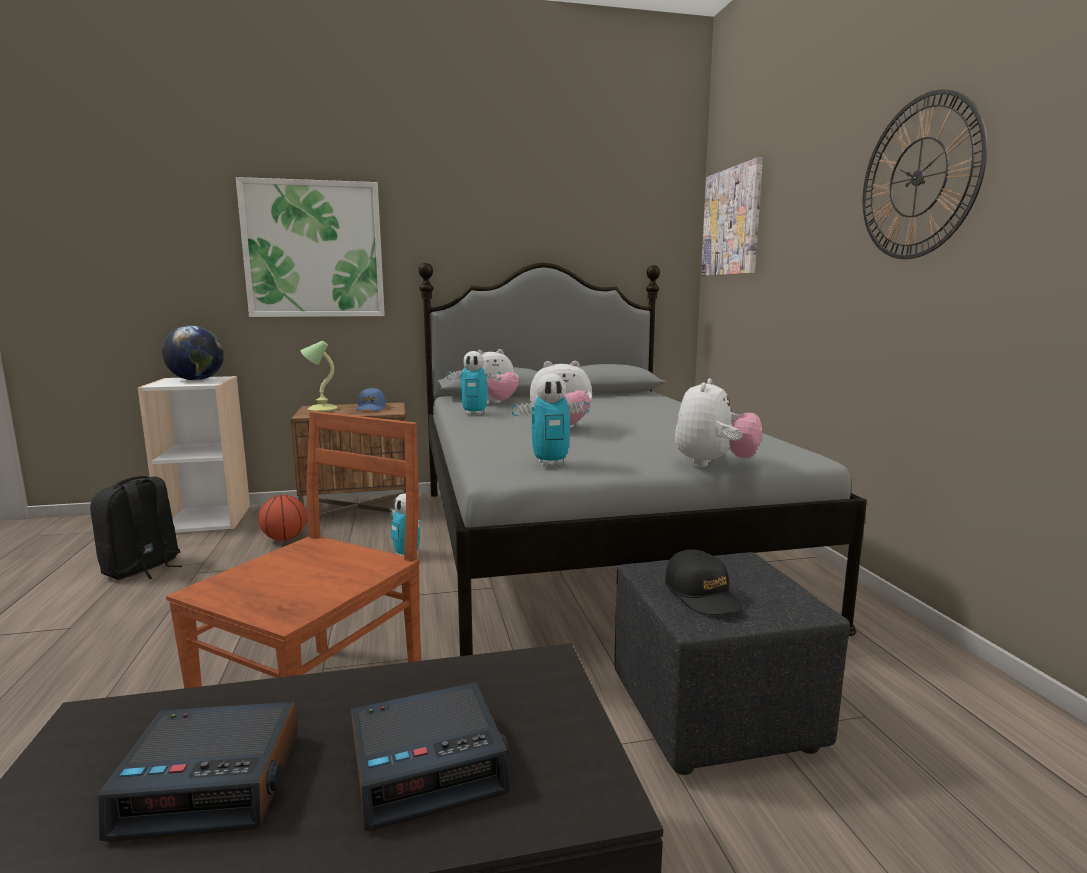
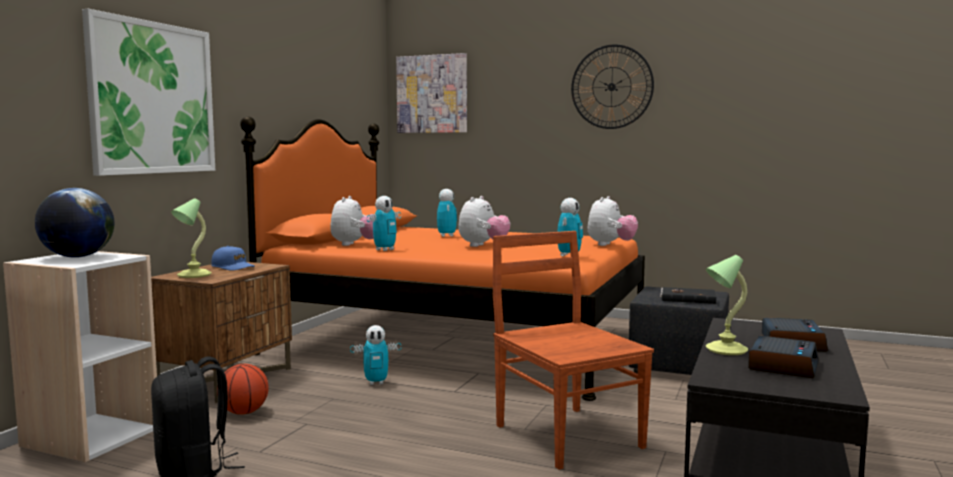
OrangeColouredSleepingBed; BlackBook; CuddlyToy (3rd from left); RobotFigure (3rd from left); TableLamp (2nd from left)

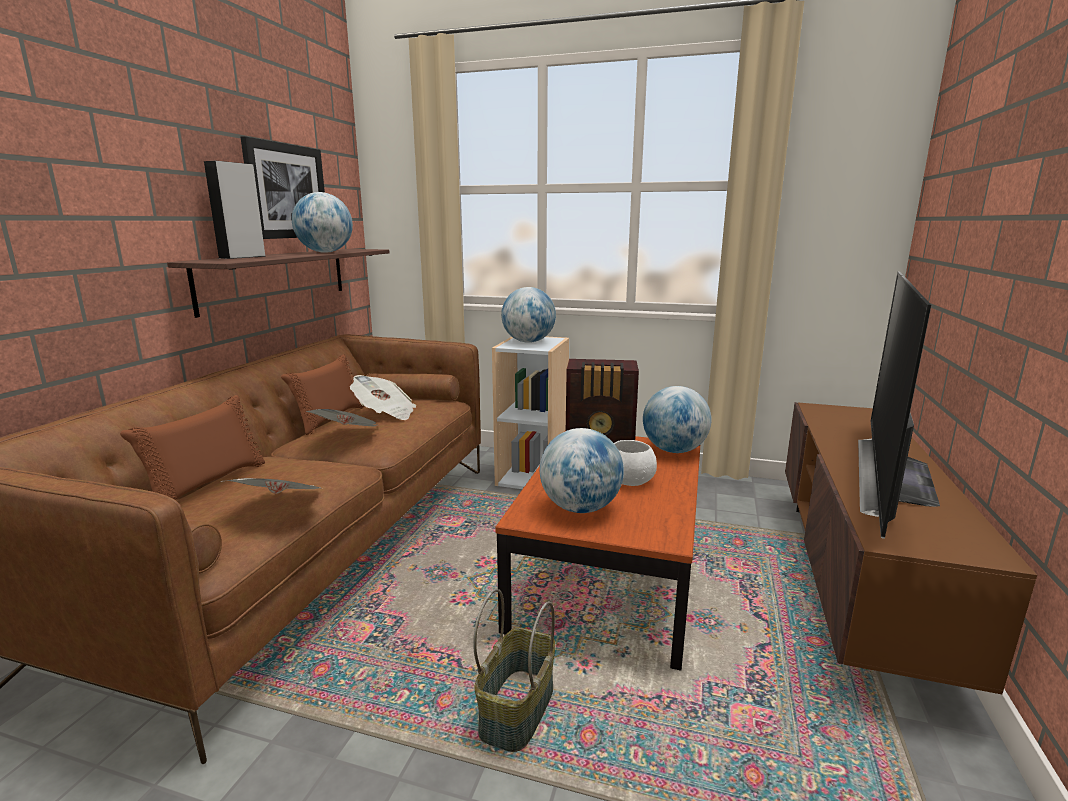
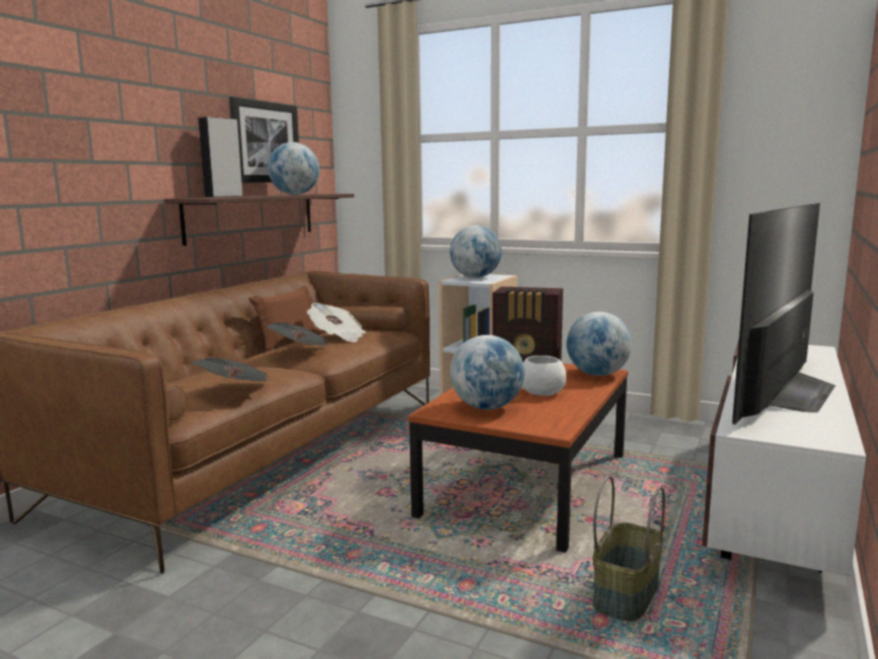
BrownishCushion (1st from left in the first image); HouseholdBasket; WhiteMediaConsole

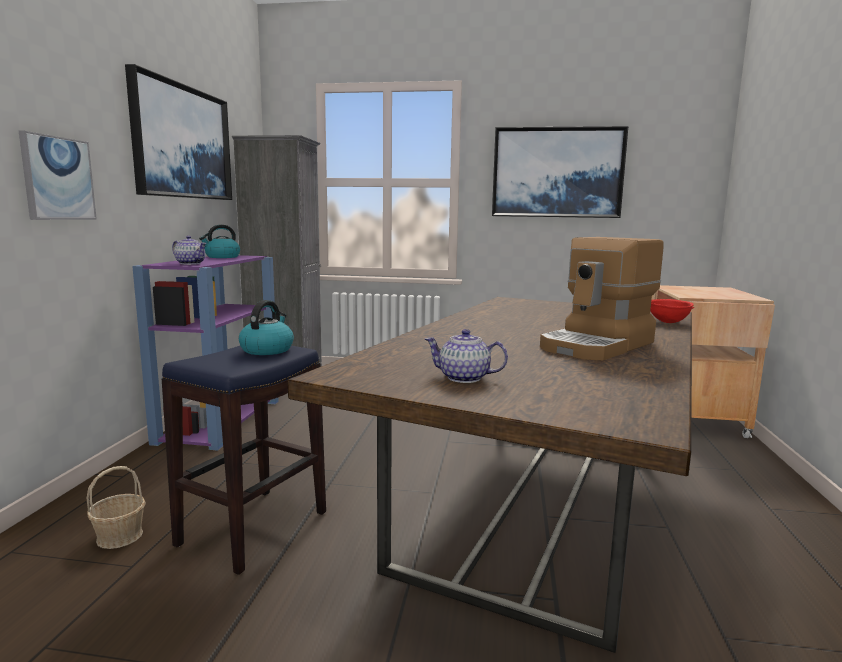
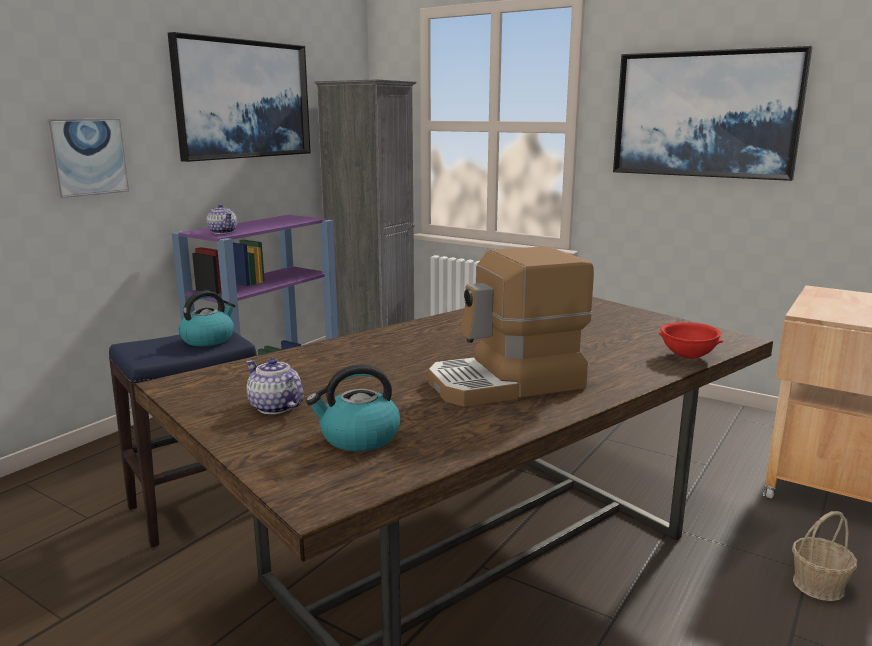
HouseholdBasket; TeaKettle (2nd from left)

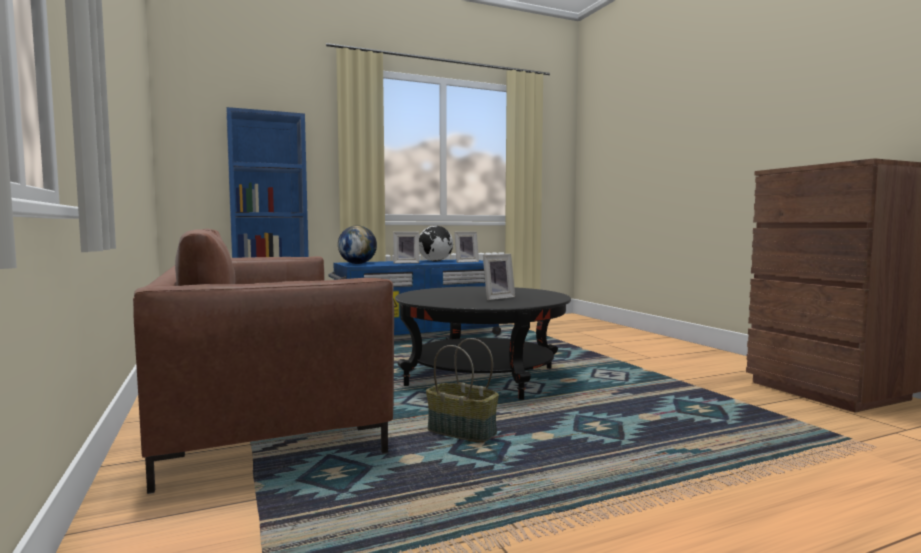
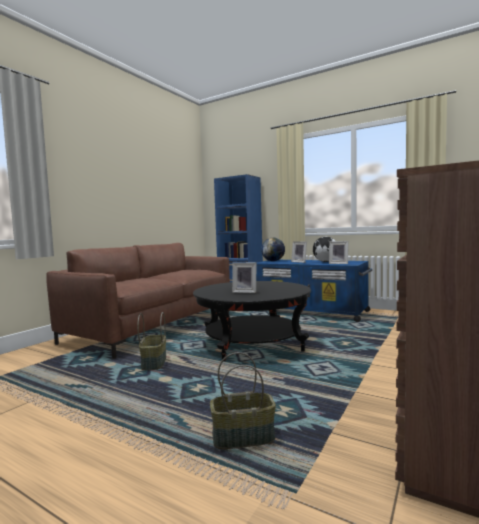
HouseholdBasket (2nd from left)

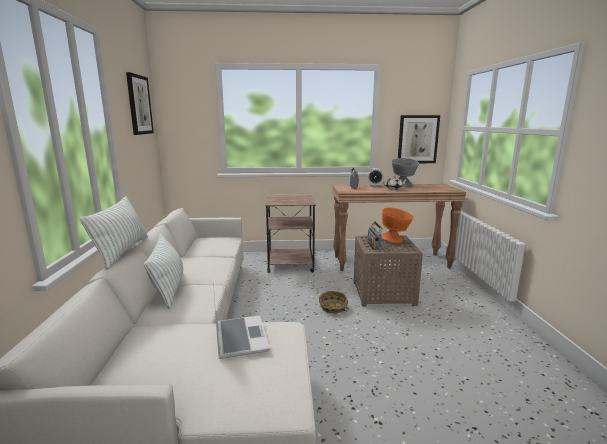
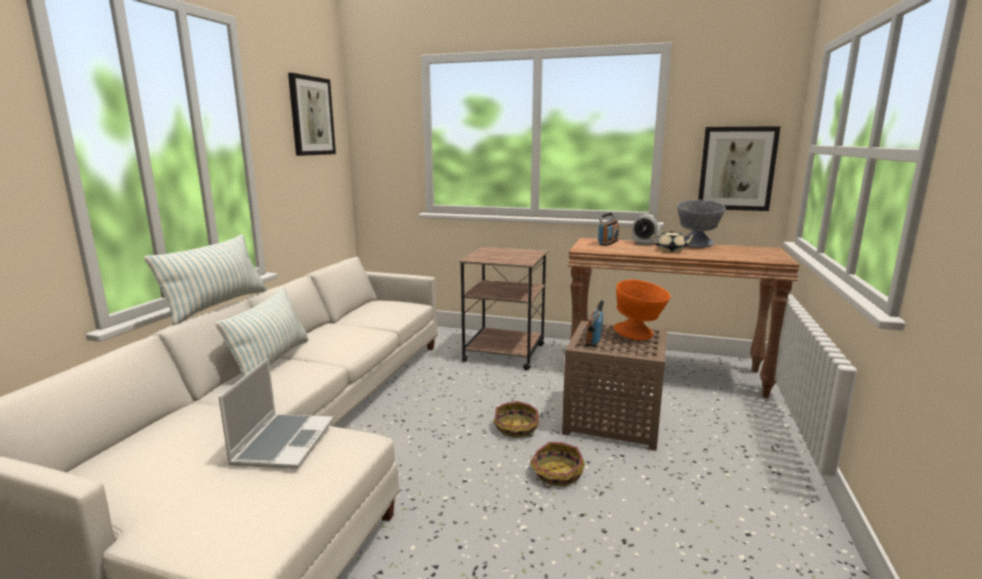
HouseholdBasket (2nd from left)

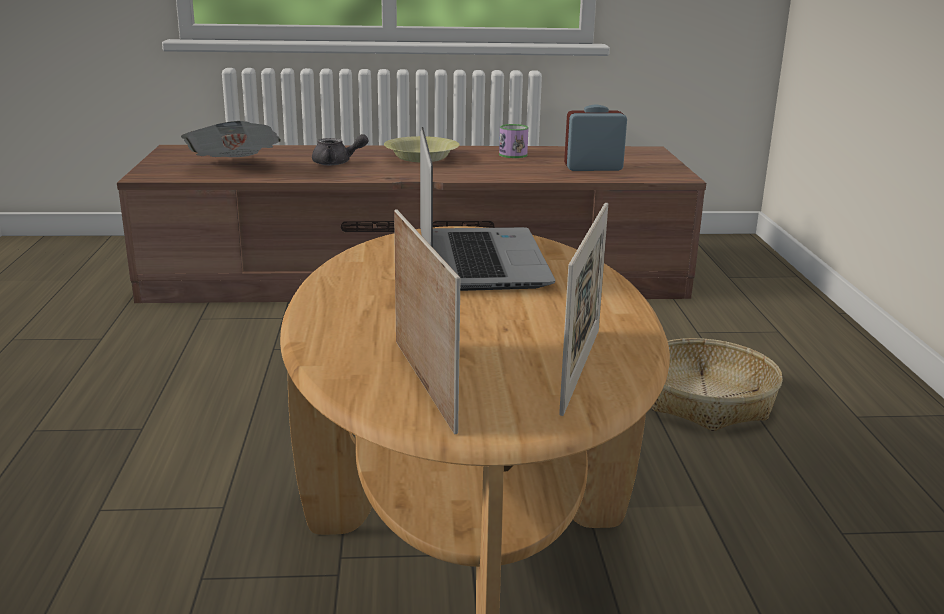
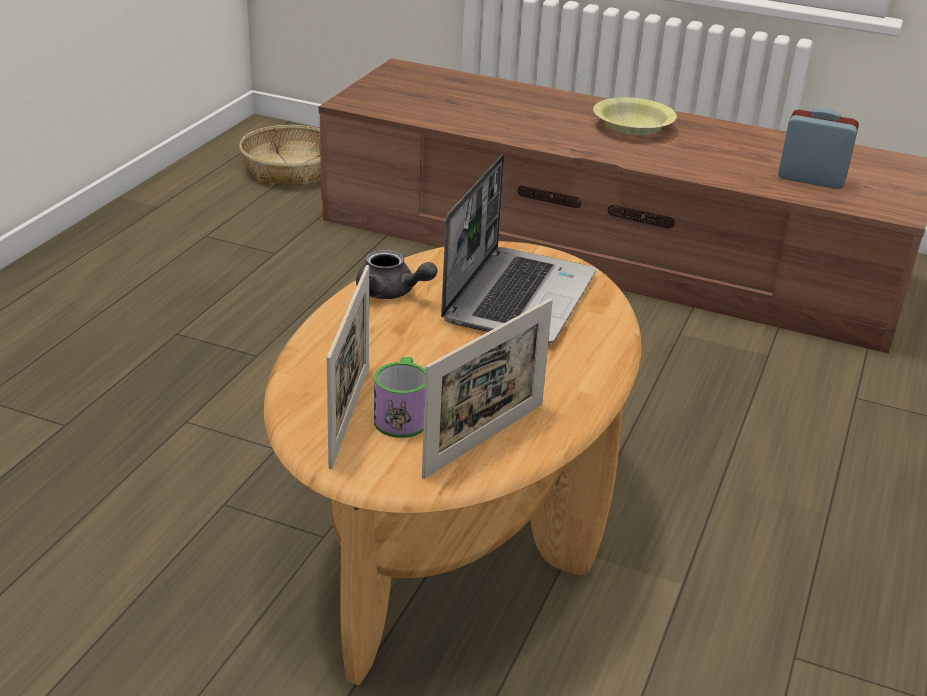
Newspaper; GrayTeaPot; Mug; HouseholdBasket

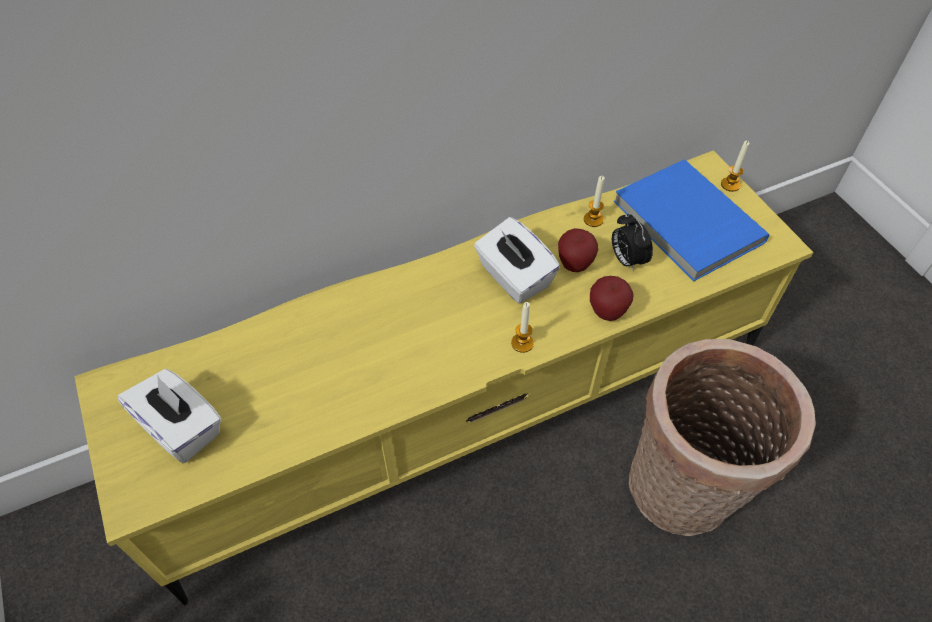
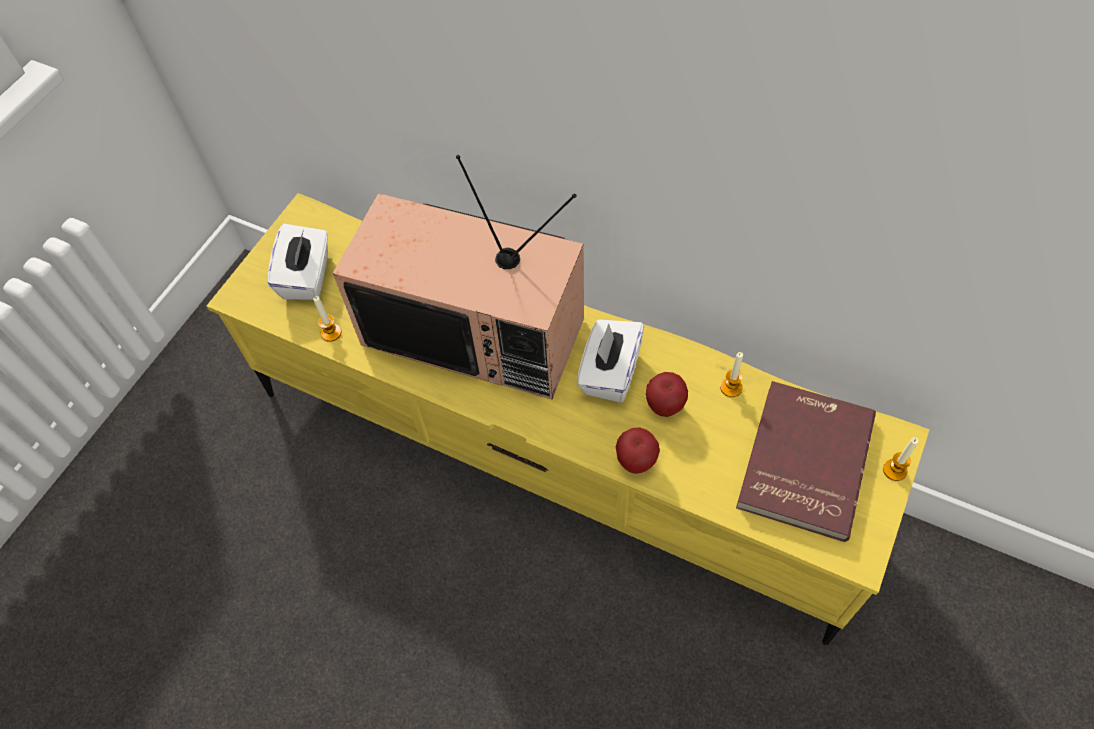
Candle (1st from left); TableClock; RedColouredBook; HouseholdBasket; TvSet

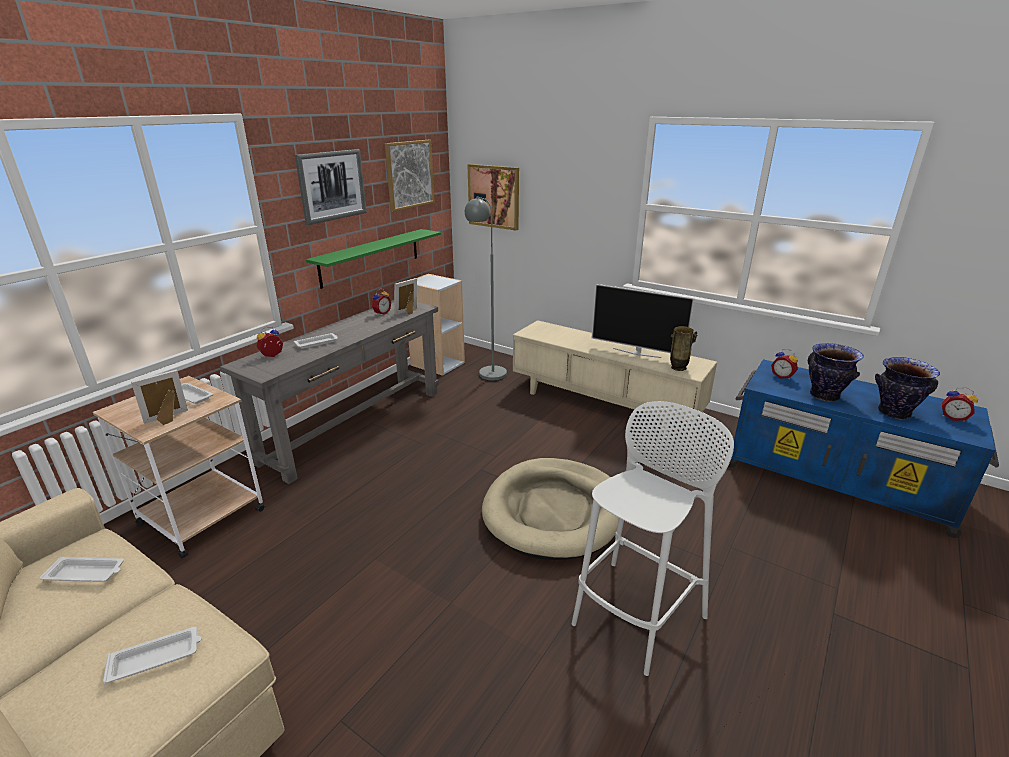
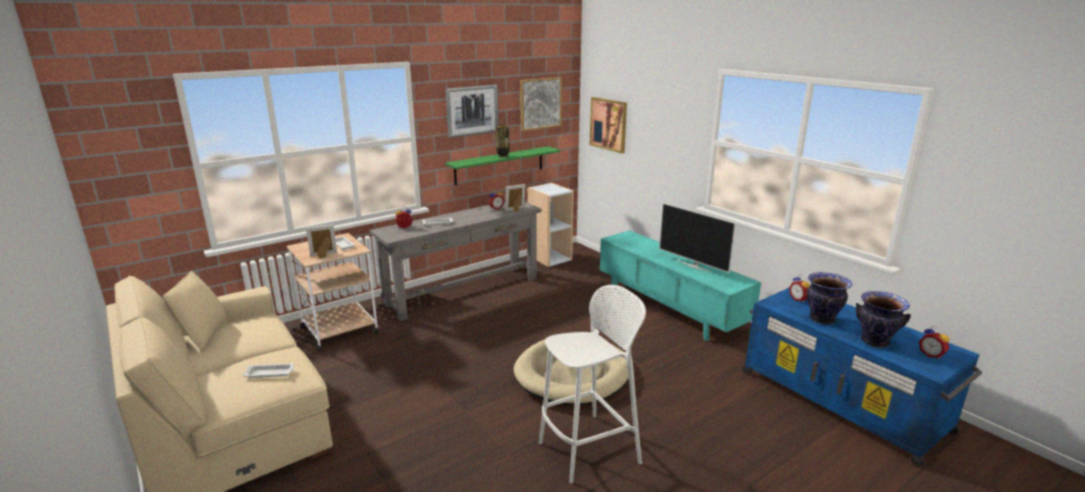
WhiteCarryingTray (1st from left in the first image); GrayStandingLamp; BlueGreenMediaConsole; FlowerVase (1st from left)

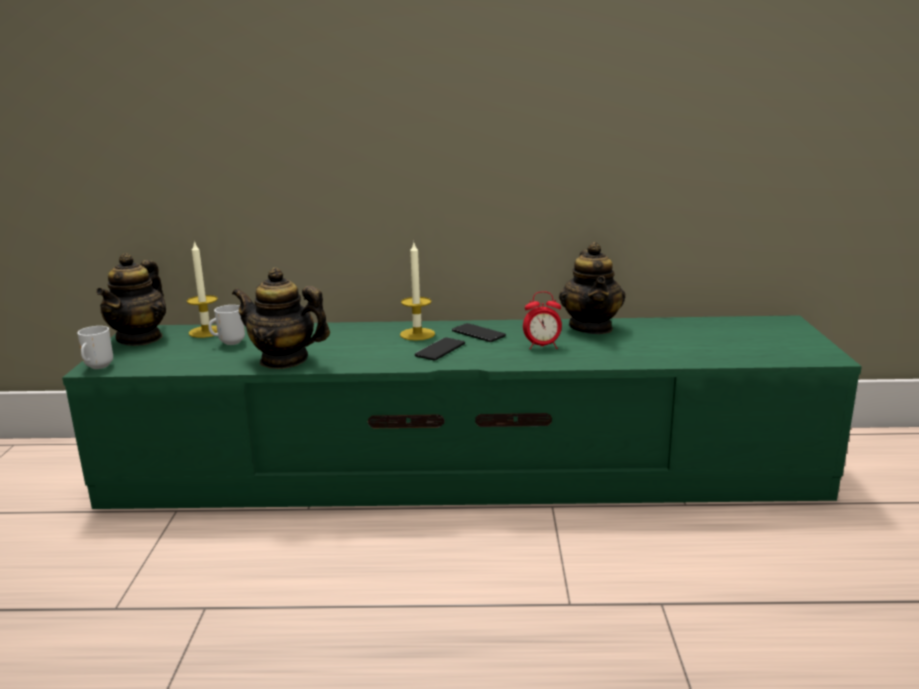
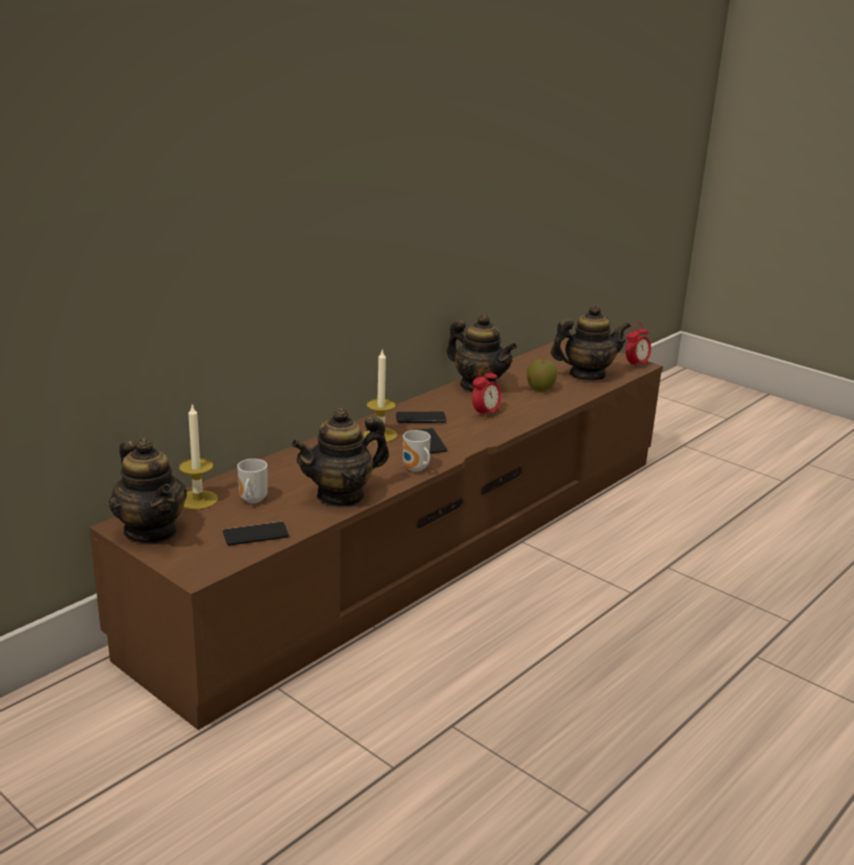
BrownishMediaConsole; Mug (2nd from left); Phone (1st from left); WholeApple; TeaPot (4th from left); TableClock (2nd from left)

